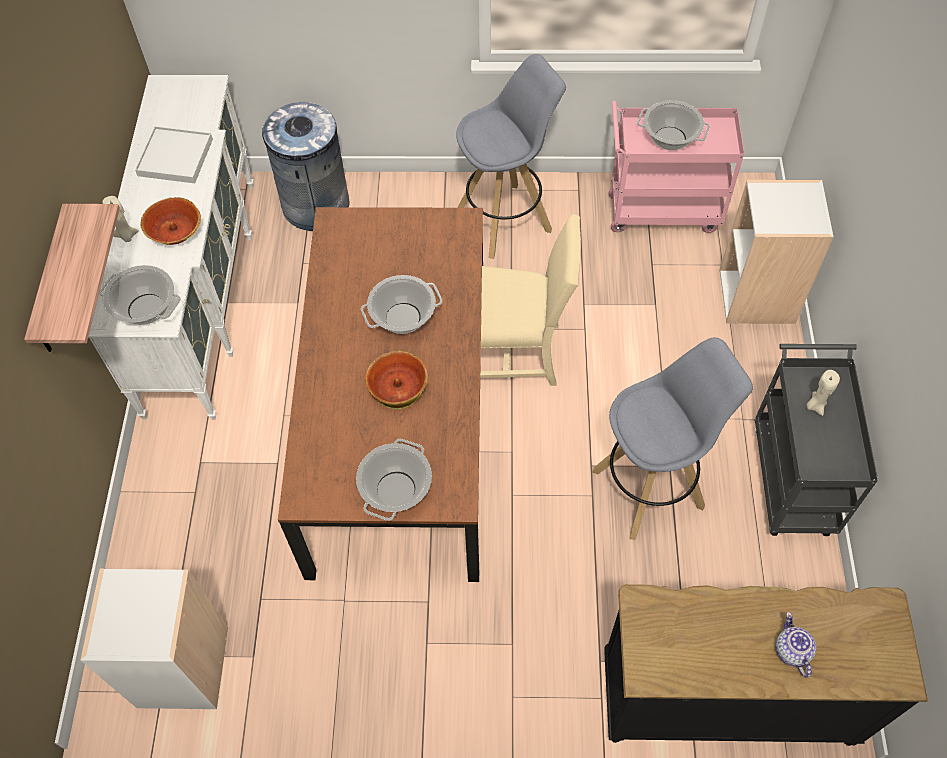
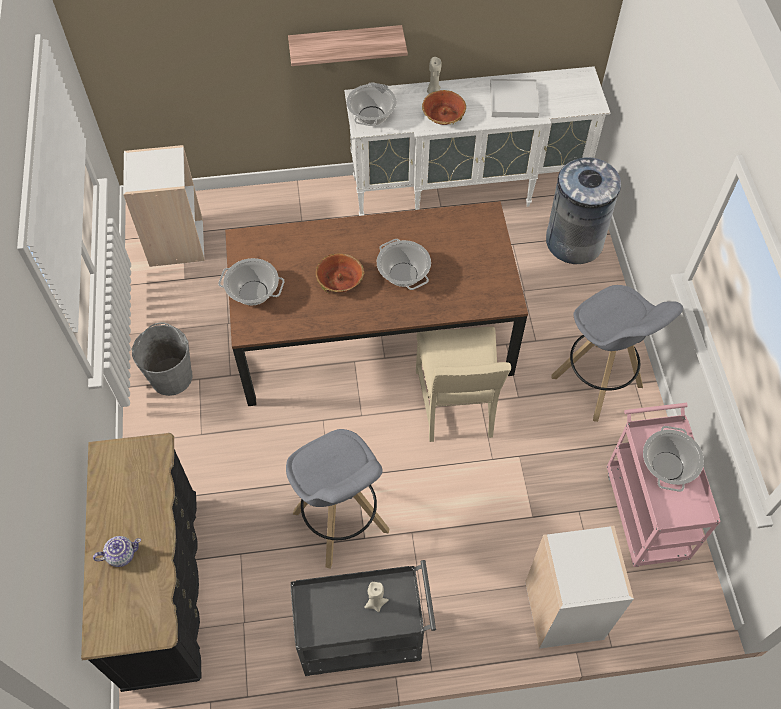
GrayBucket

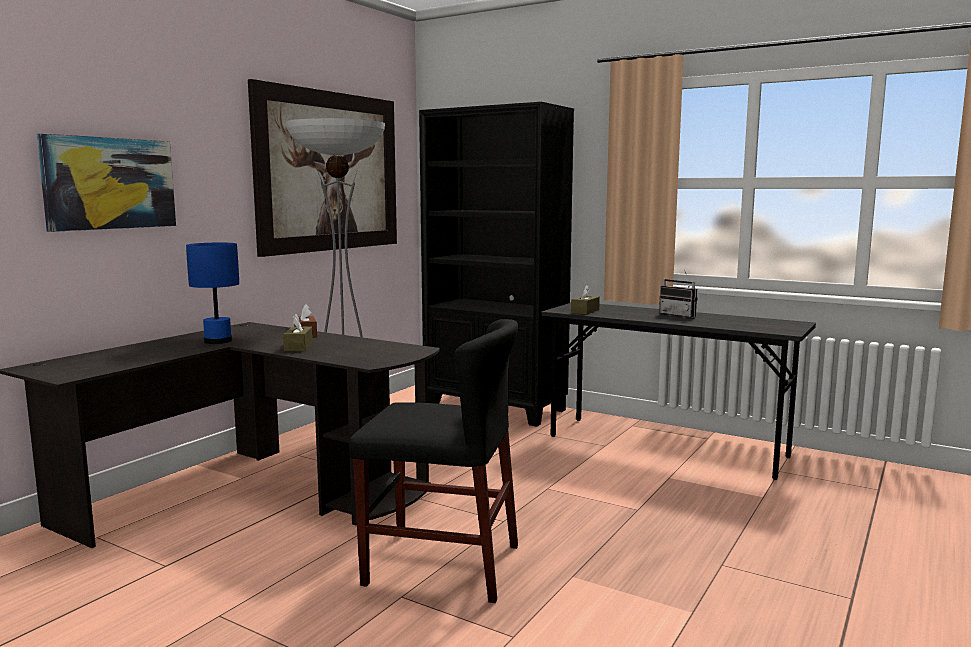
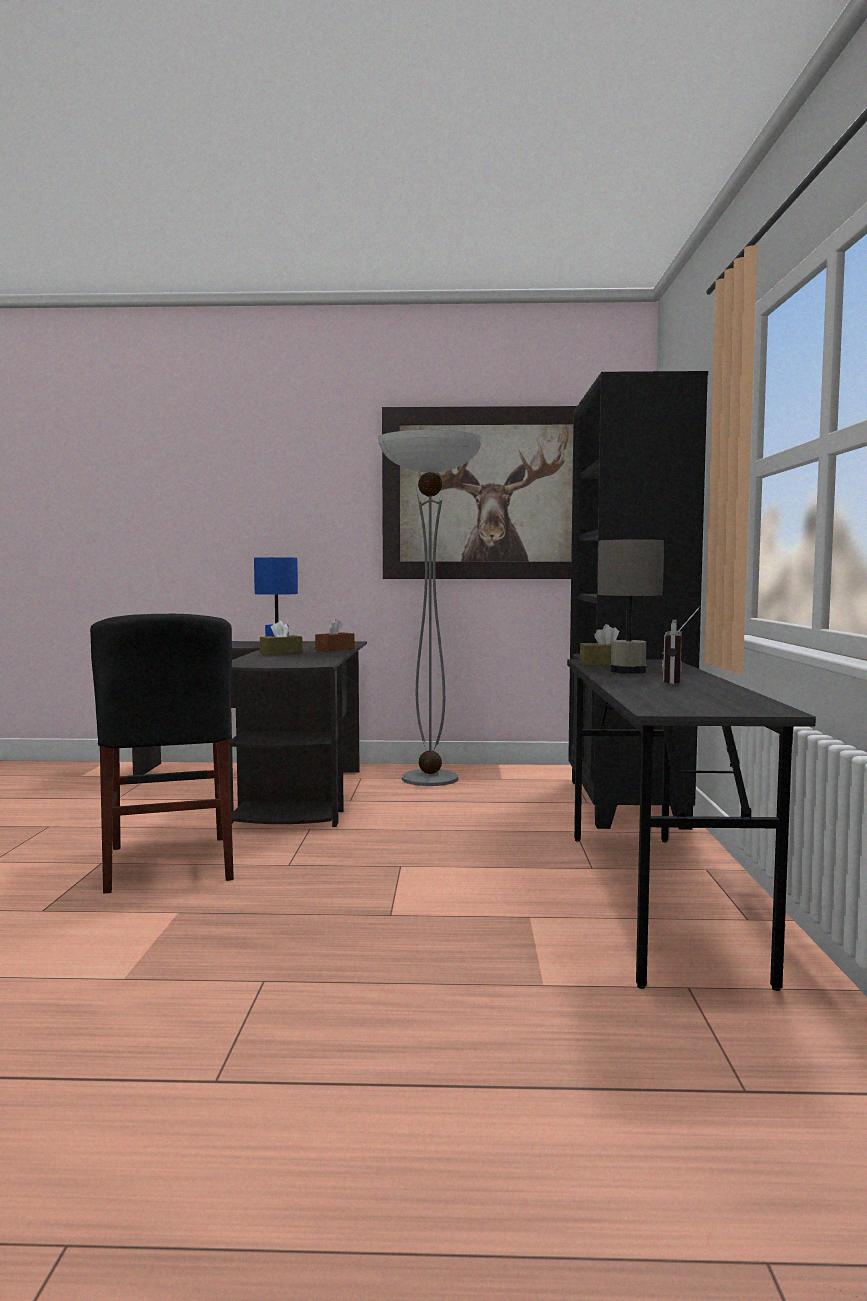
WallPicture (1st from left in the first image); GrayTableLamp

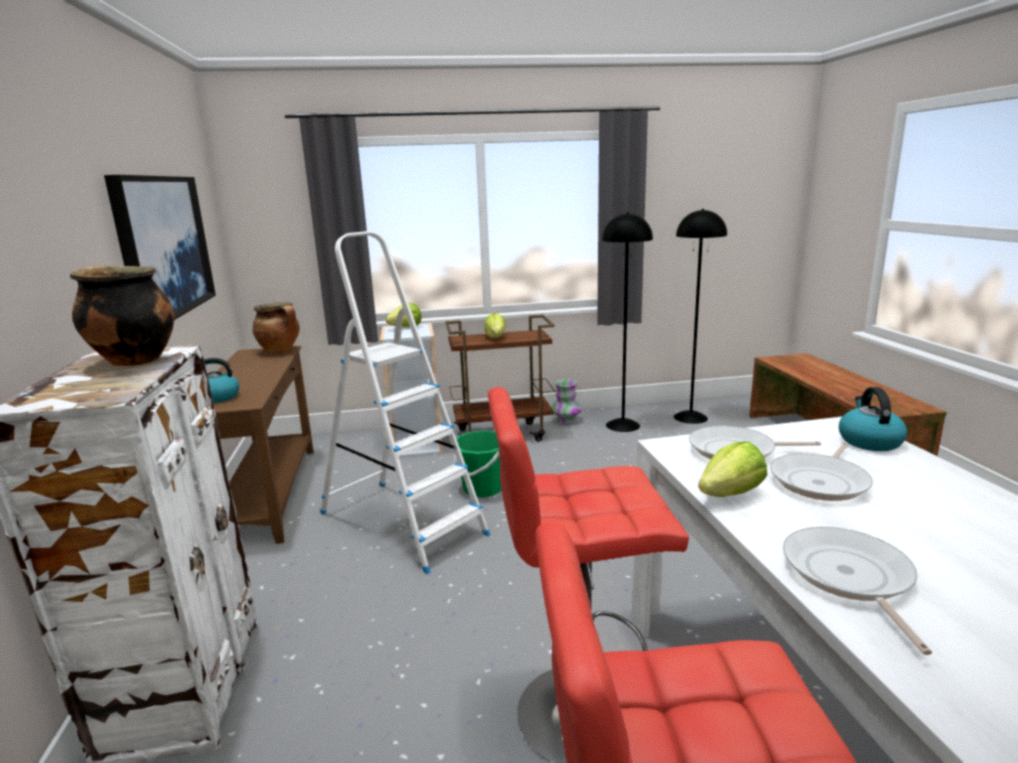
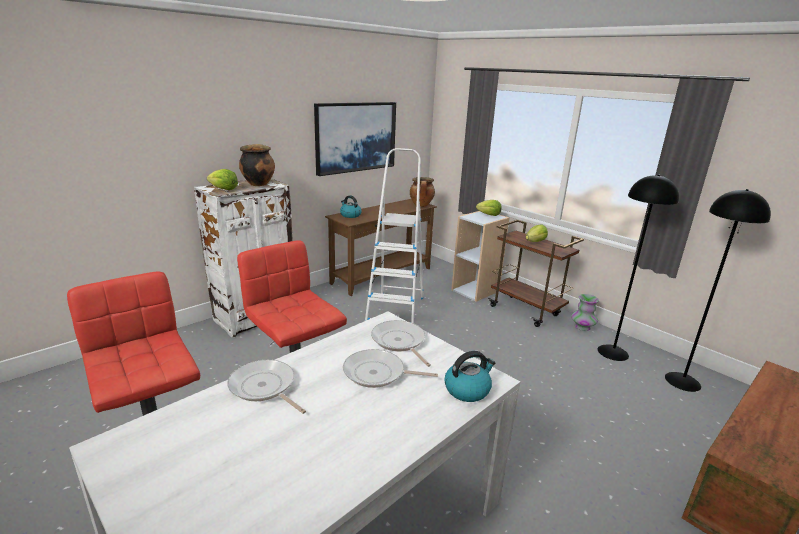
GreenishBucket; Lettuce (1st from left); Skillet (1st from left)

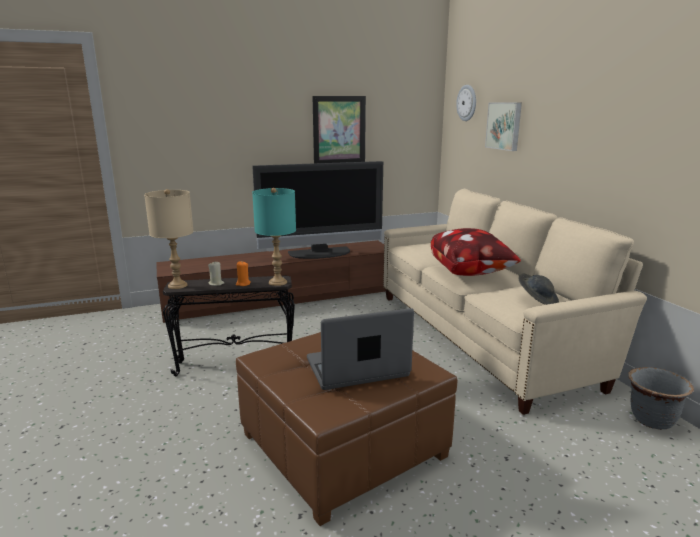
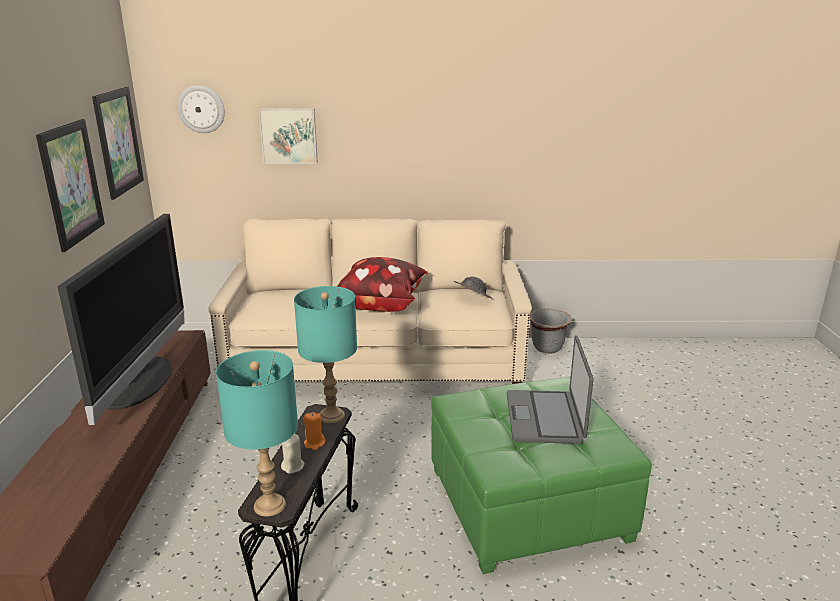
BlueGreenTableLamp (1st from left); GreenishPouffe; WallPicture (2nd from left)

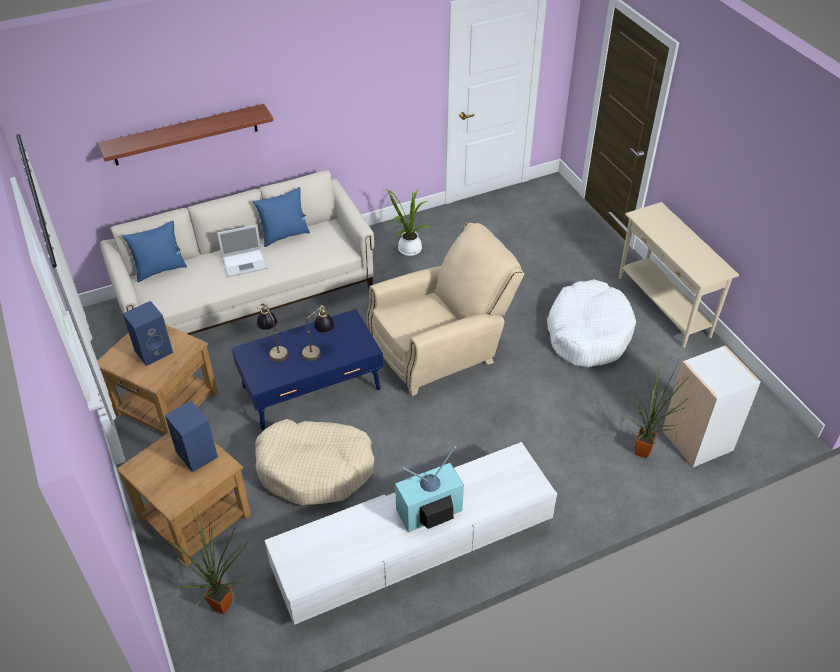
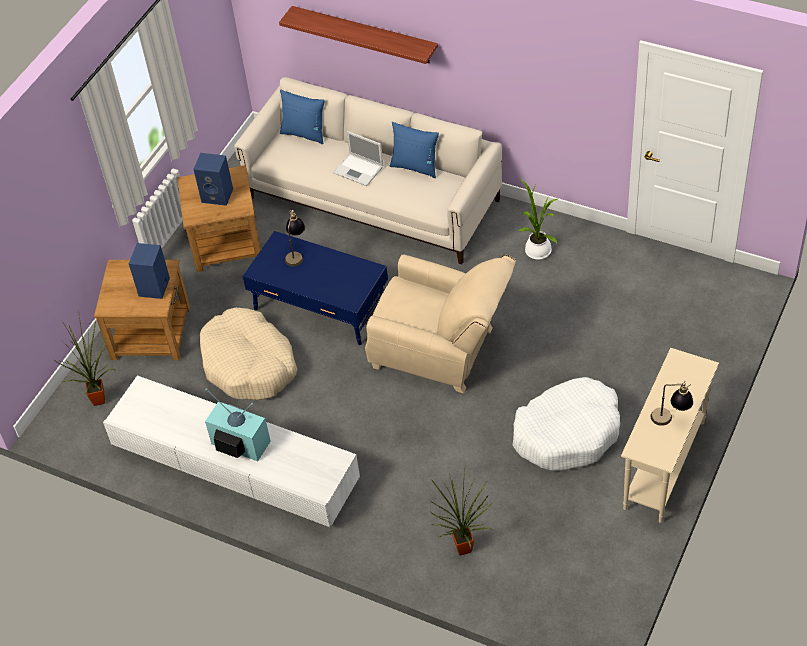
TableLamp (2nd from left); ShelvingUnit

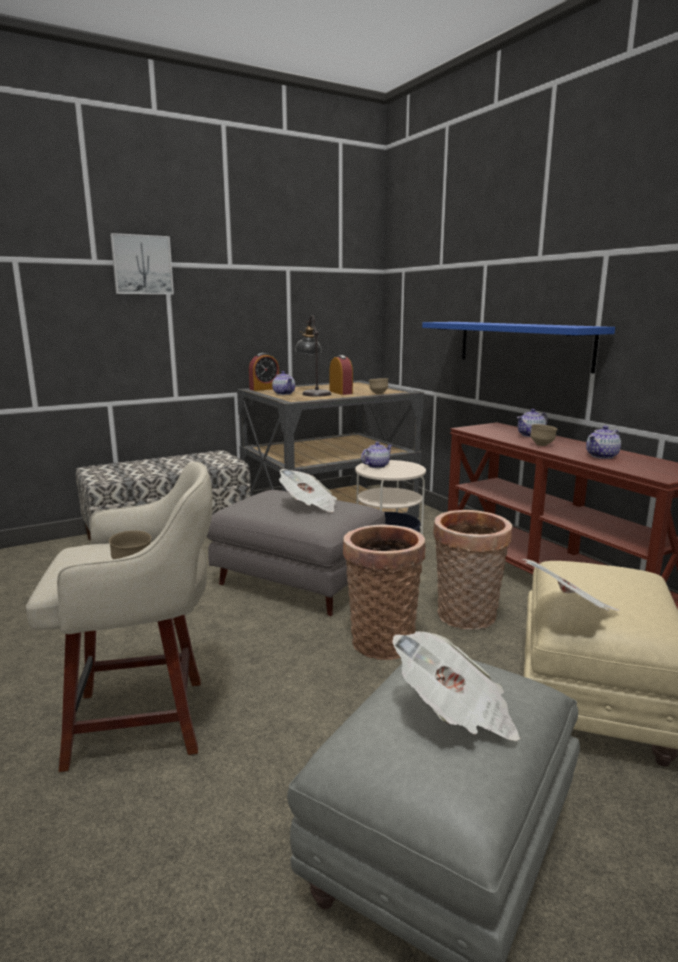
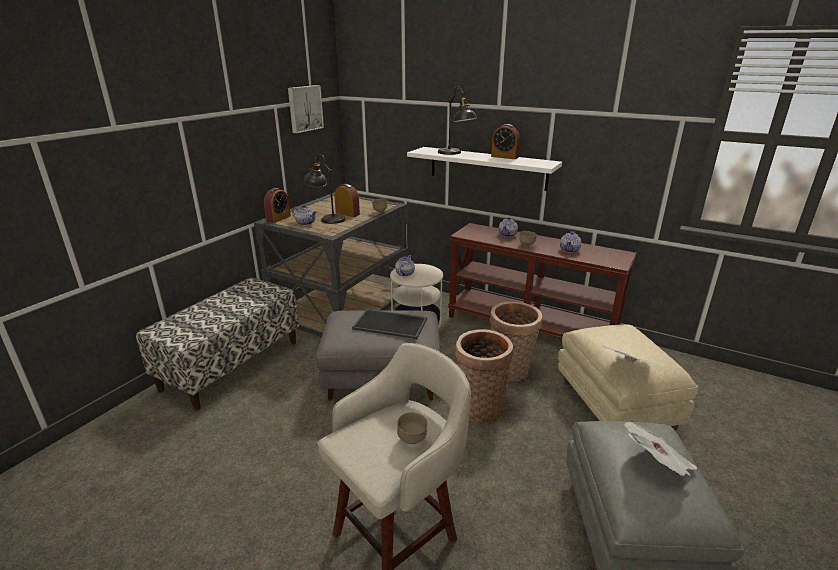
WallPicture; CarryingTray; WhiteBracketShelf; GrayTableLamp (2nd from left); TableClock (3rd from left)

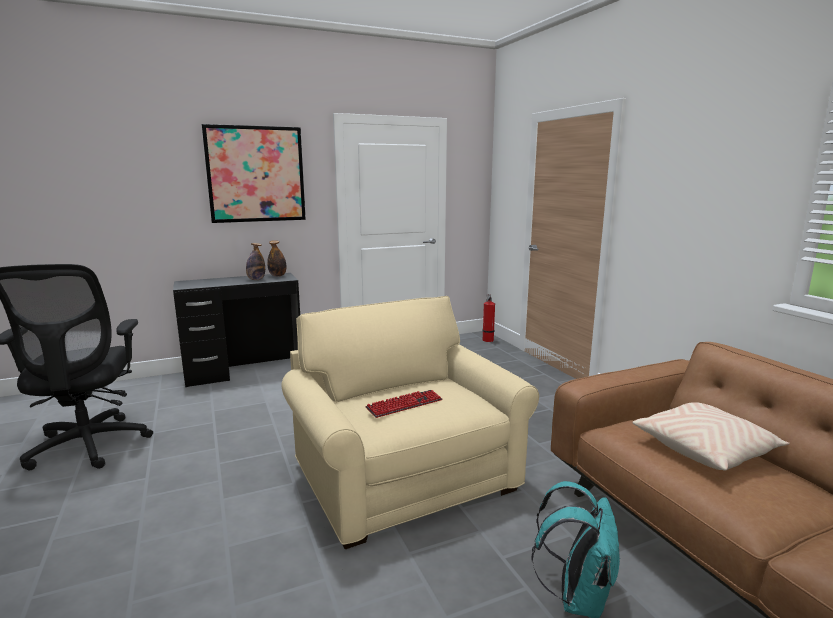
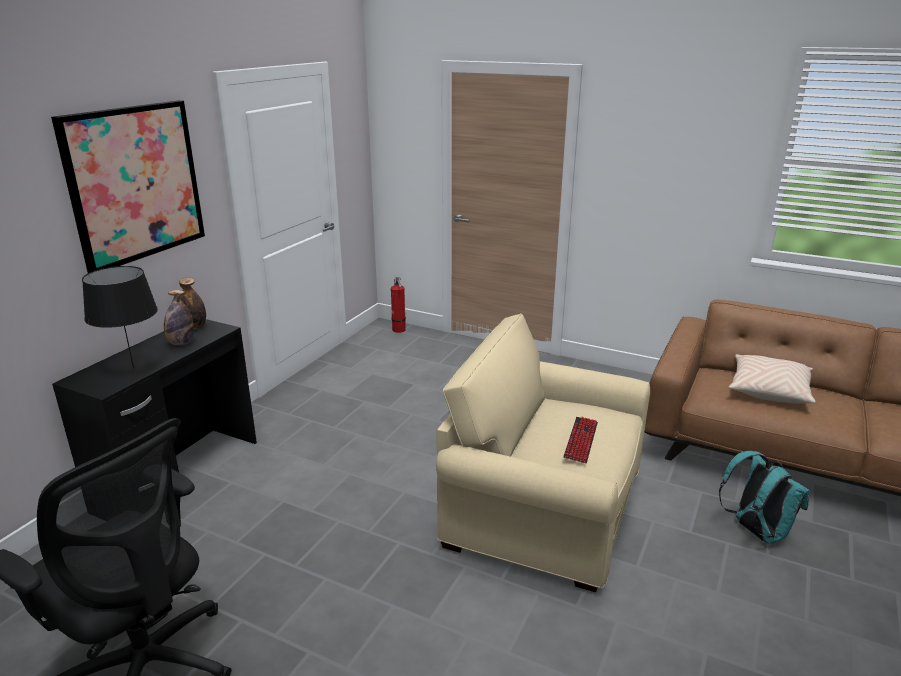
BlackTableLamp

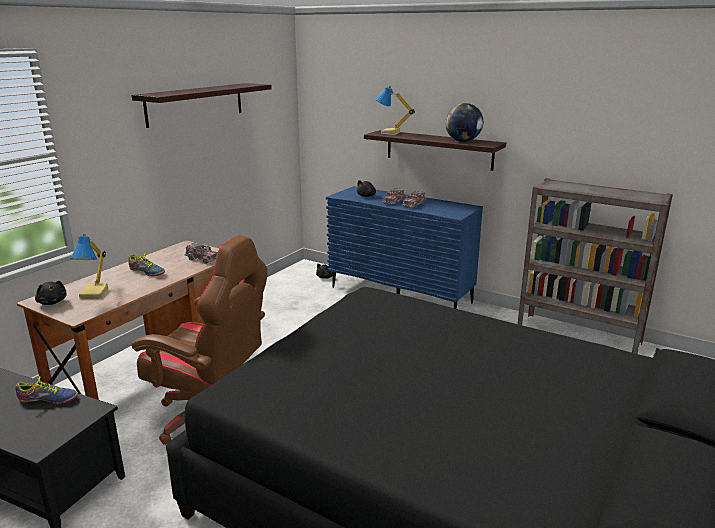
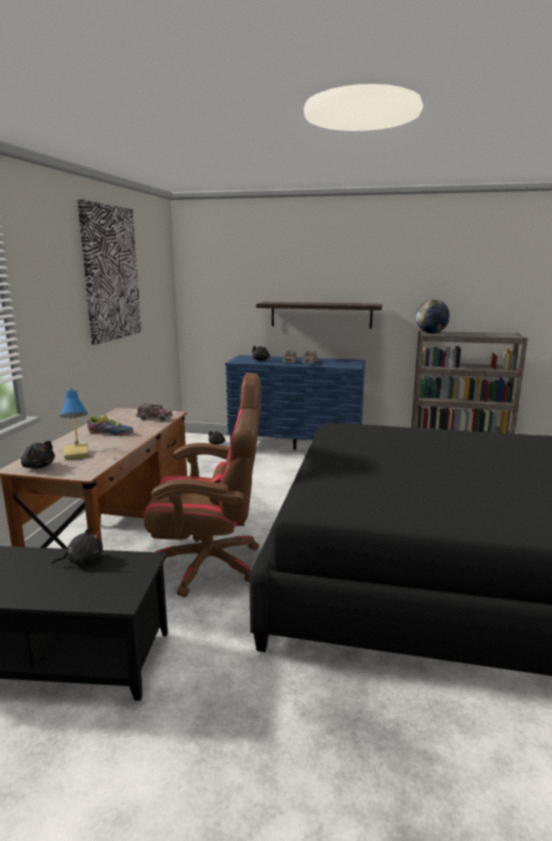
BlackCuddlyToy (2nd from left); WallPicture; TableLamp (2nd from left in the first image); WorldGlobe

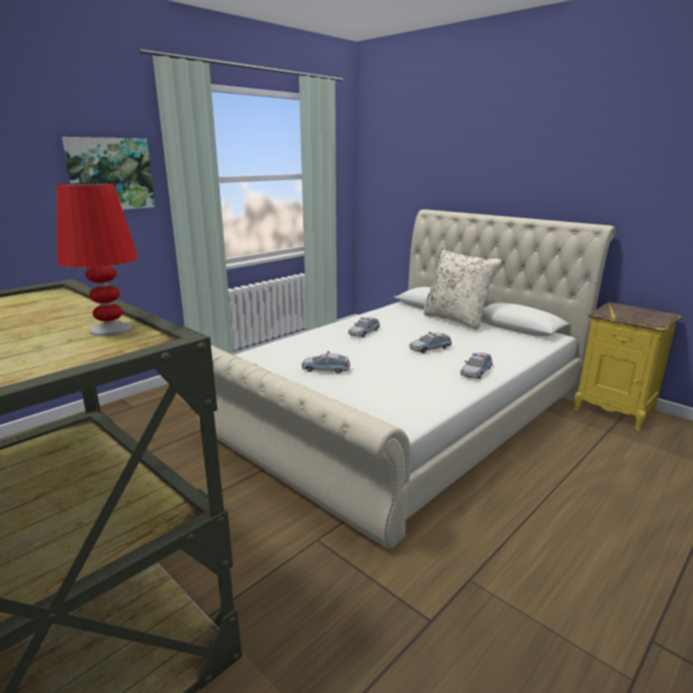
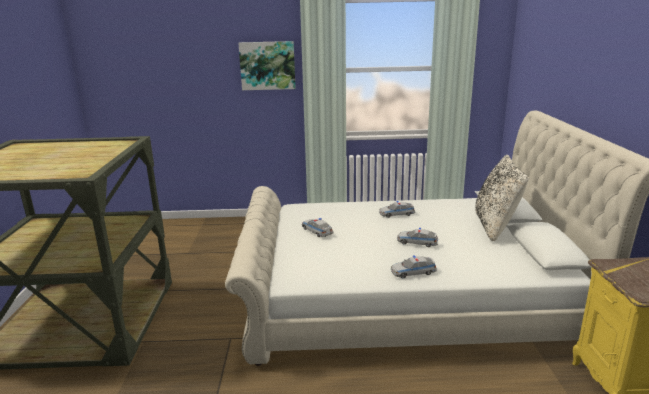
RedColouredTableLamp

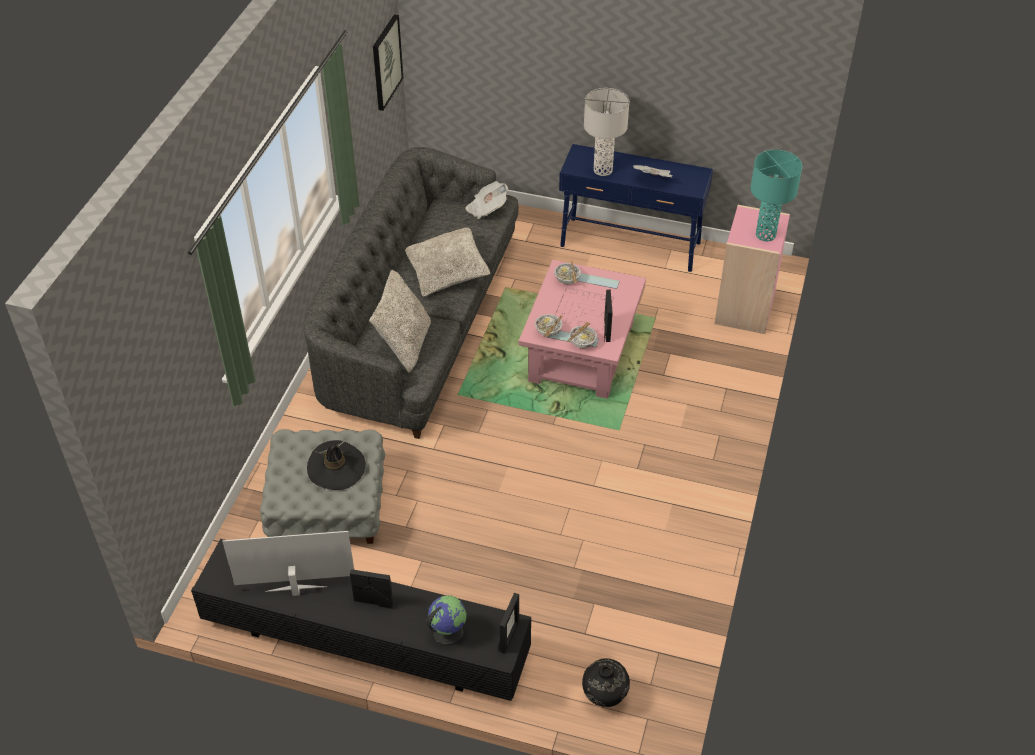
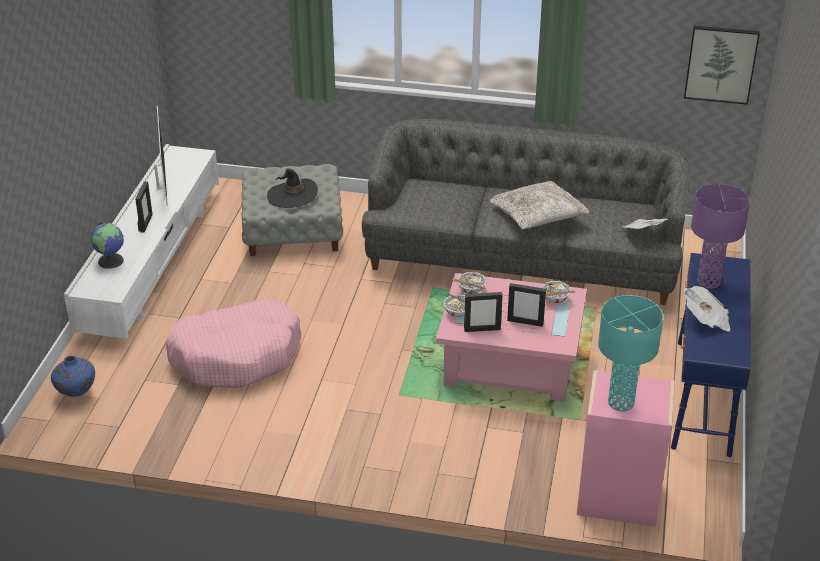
WhiteMediaConsole; BeigeColouredCushion (1st from left in the first image); PictureFrame (3rd from left); BlueColouredFlowerVase; PurplishTableLamp; PinkDogCushion

